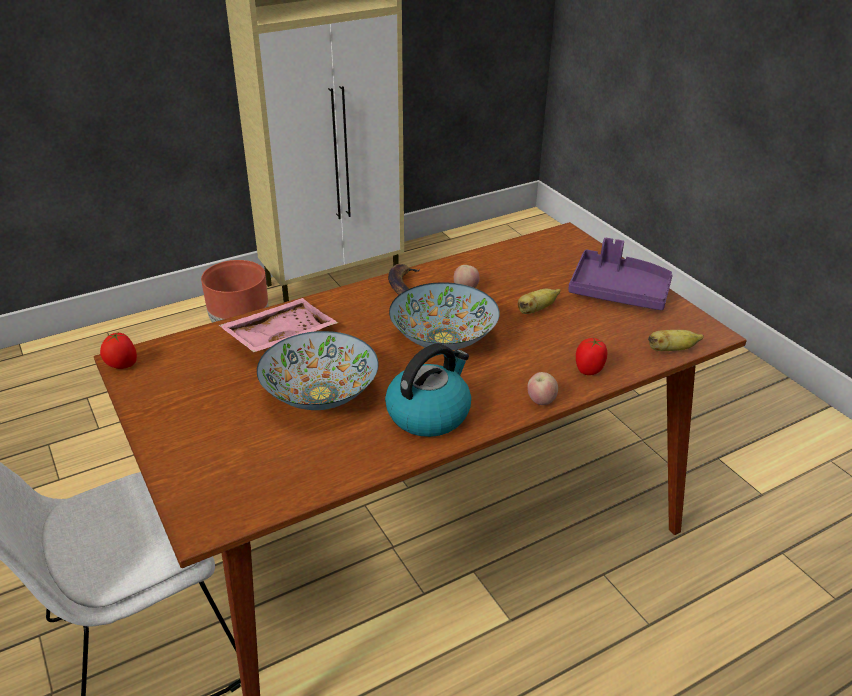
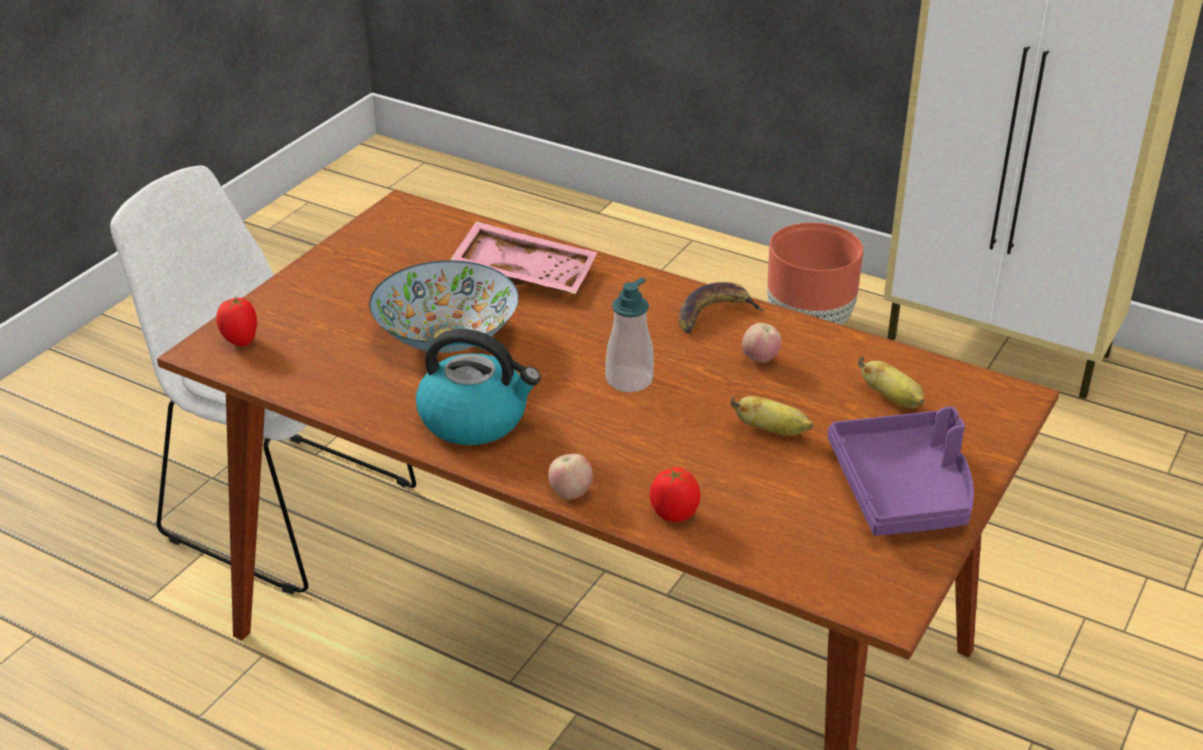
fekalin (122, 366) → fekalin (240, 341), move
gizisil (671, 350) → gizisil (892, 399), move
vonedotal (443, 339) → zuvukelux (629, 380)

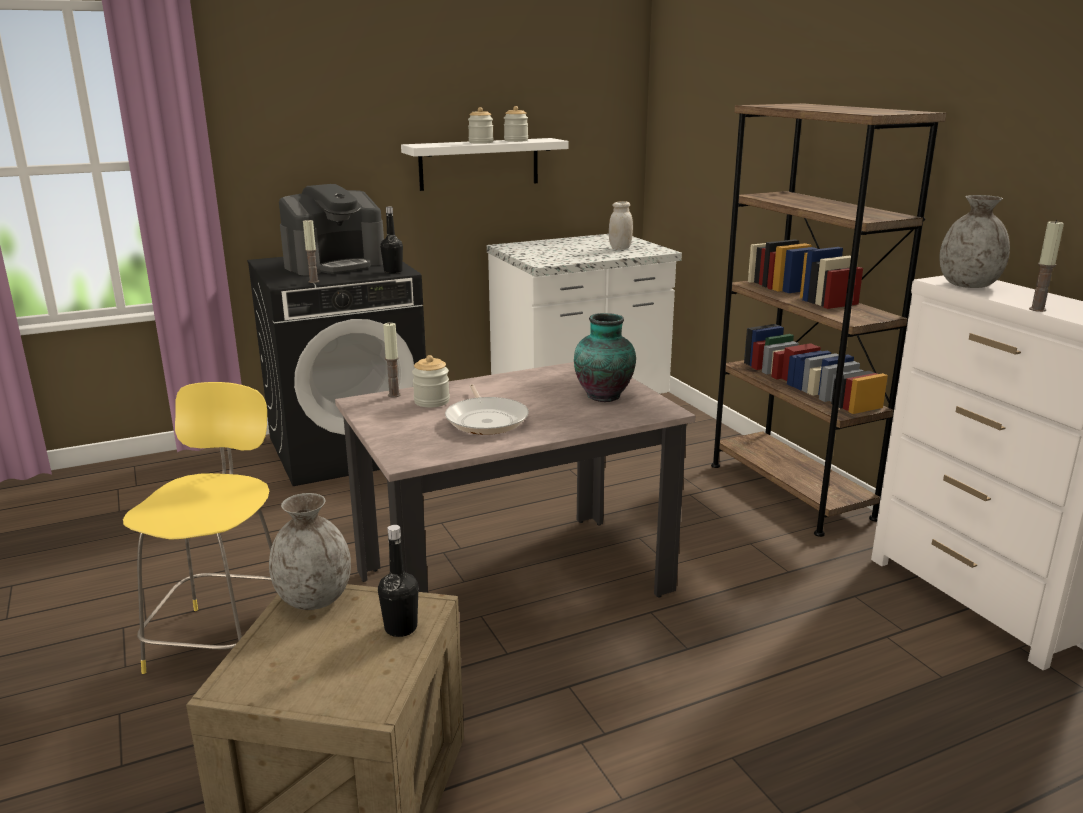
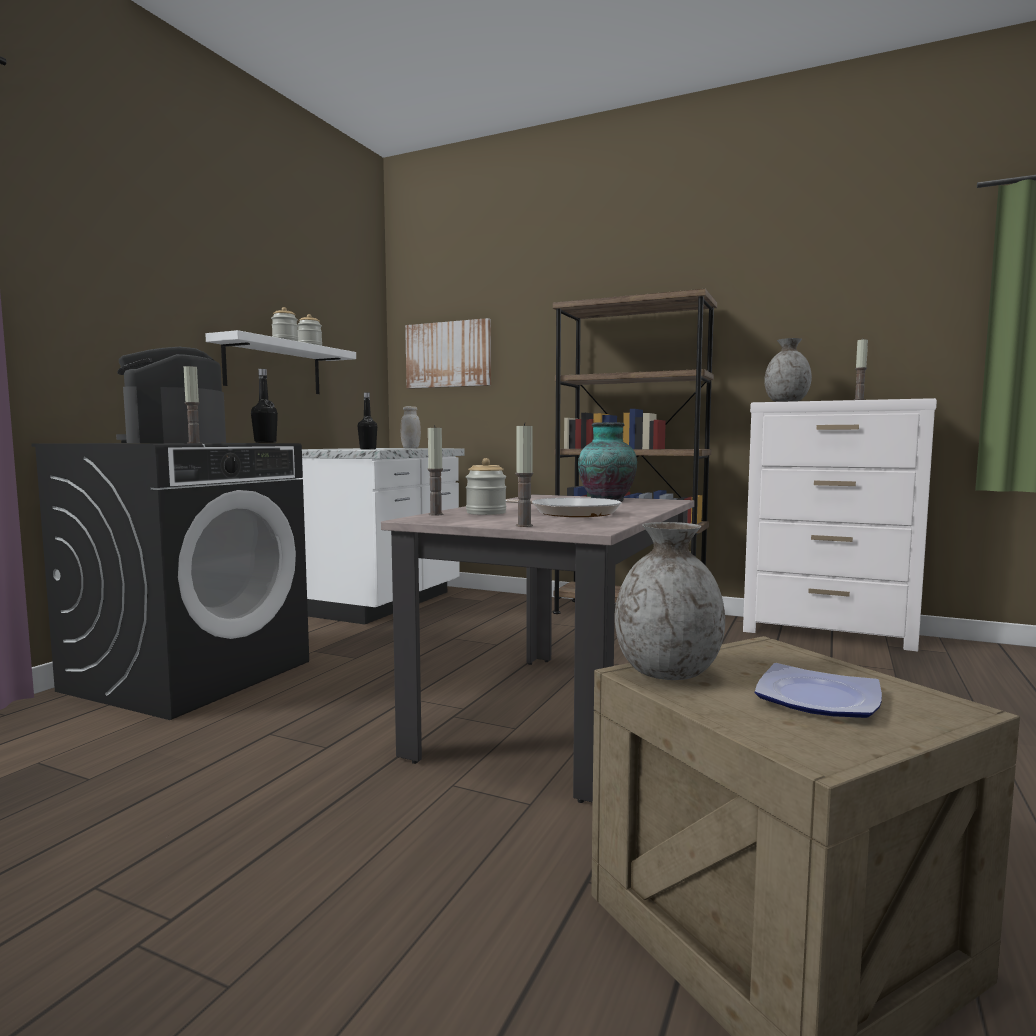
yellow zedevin (223, 639) → -
- → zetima (448, 355)
- → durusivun (524, 525)
- → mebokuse (820, 699)
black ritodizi (401, 628) → black ritodizi (368, 449), move
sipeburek (335, 264) → sipeburek (175, 442), 150 degrees clockwise

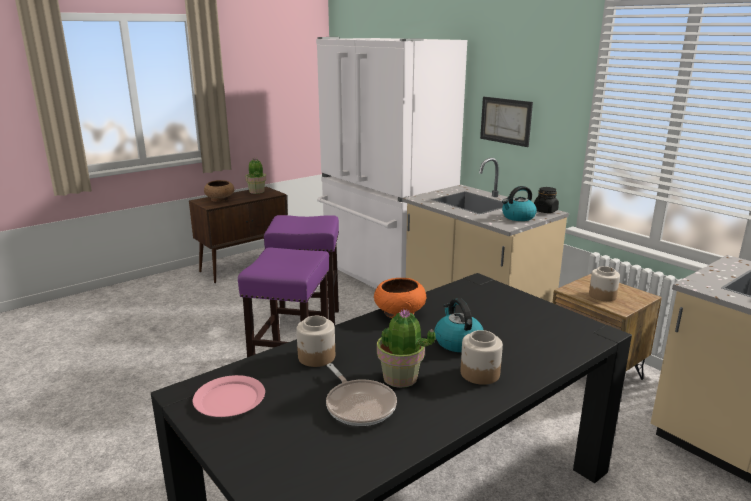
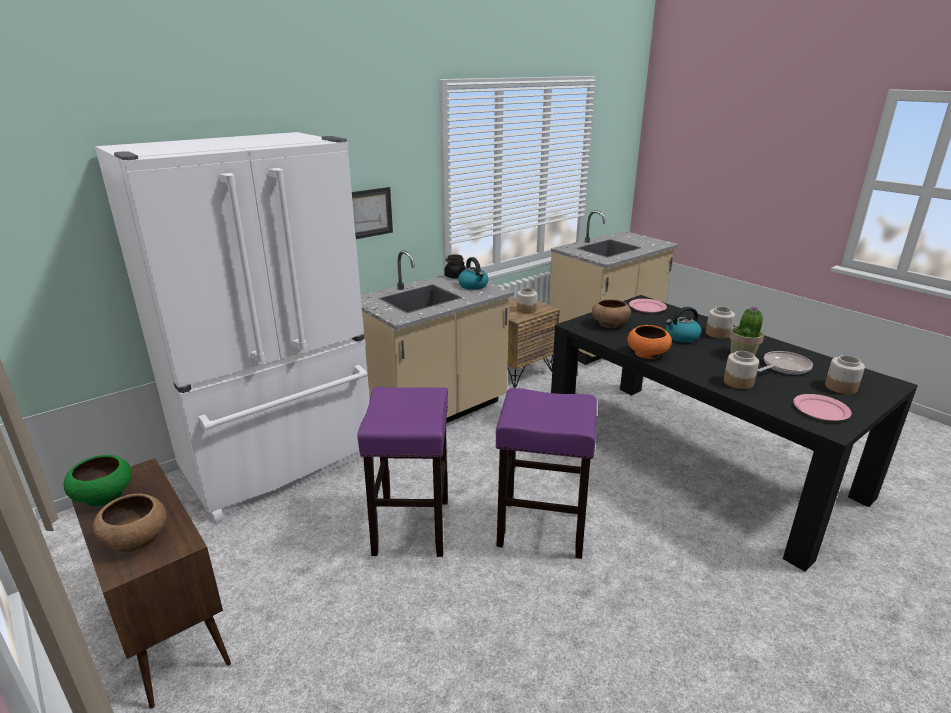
- → brown vonedotal (609, 324)
- → pink mebokuse (647, 307)
- → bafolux (840, 387)
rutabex (257, 191) → green vonedotal (104, 495)

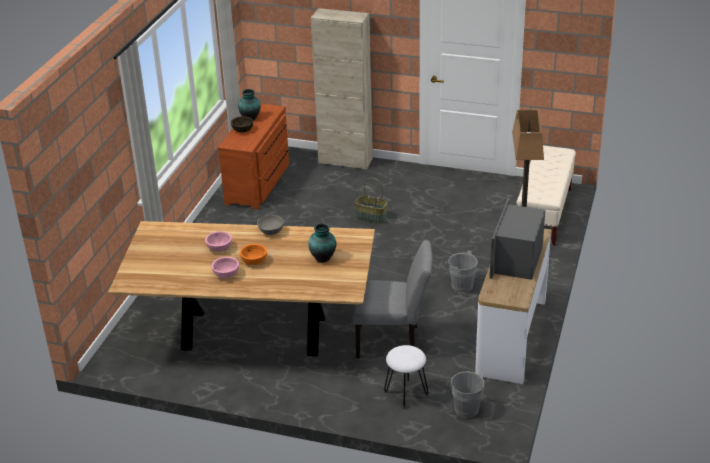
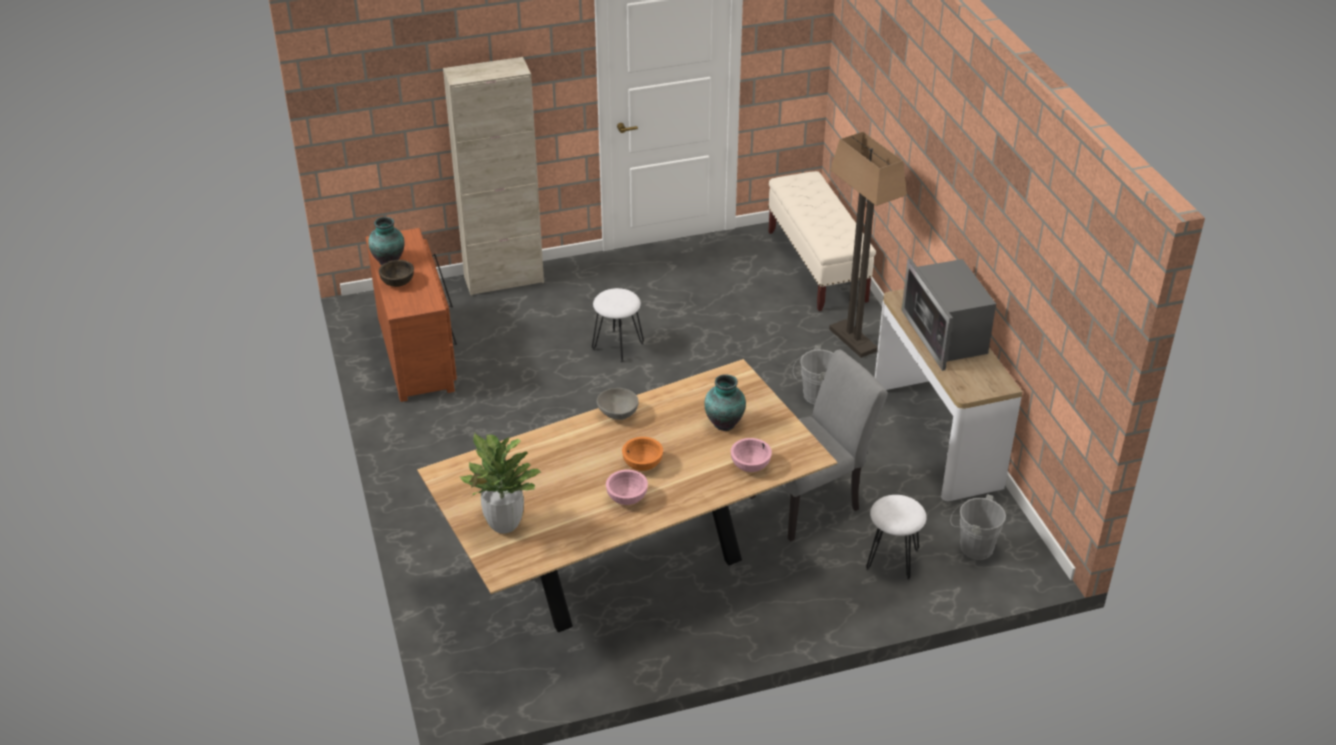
- → rutabex (504, 524)
pink vonedotal (219, 248) → pink vonedotal (750, 465), move
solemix (372, 217) → white zedevin (618, 346)

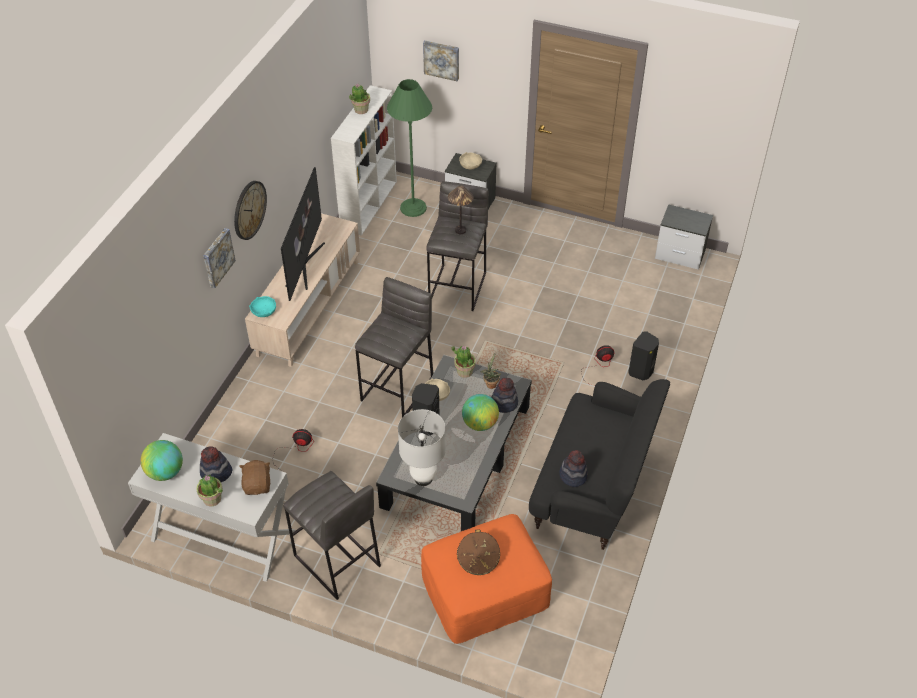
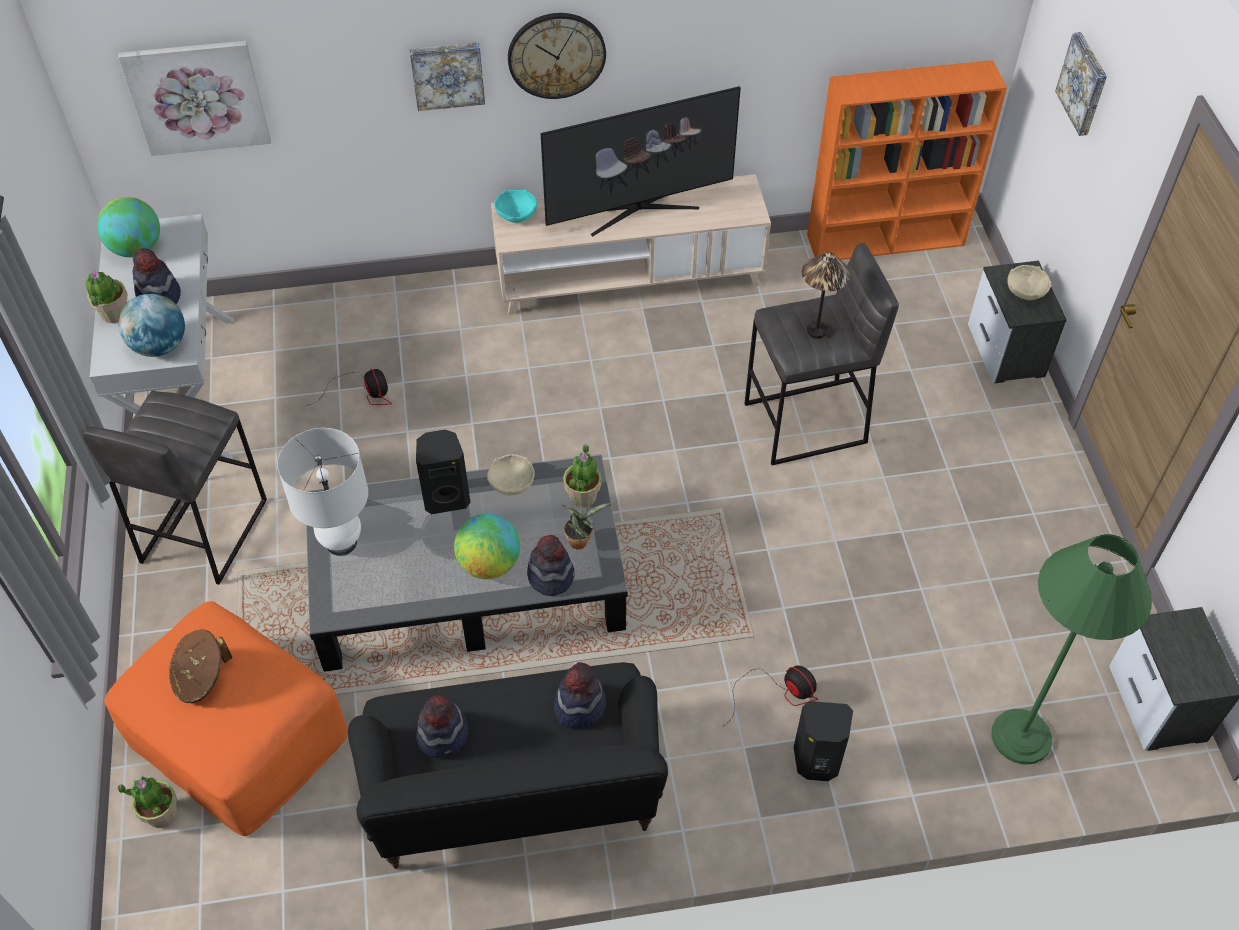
grey zedevin (398, 388) → -
- → zetima (197, 96)
- → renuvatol (579, 706)
rutabex (361, 110) → rutabex (161, 813), move
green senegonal (413, 208) → green senegonal (1021, 737), move
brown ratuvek (258, 485) → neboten (160, 346)
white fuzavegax (369, 204) → orange fuzavegax (887, 239)

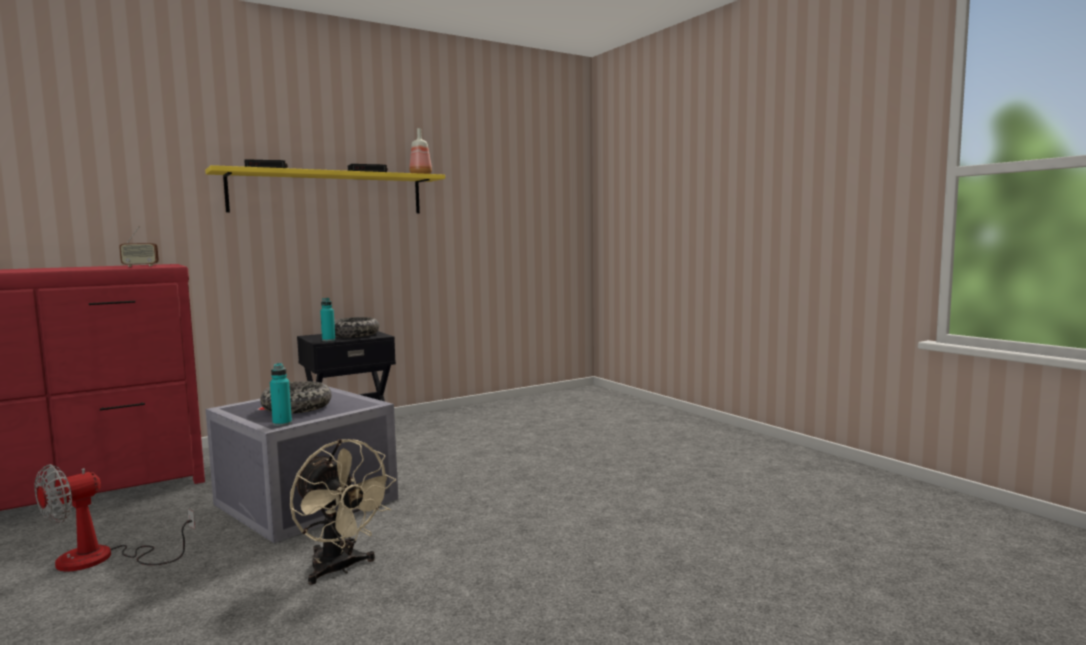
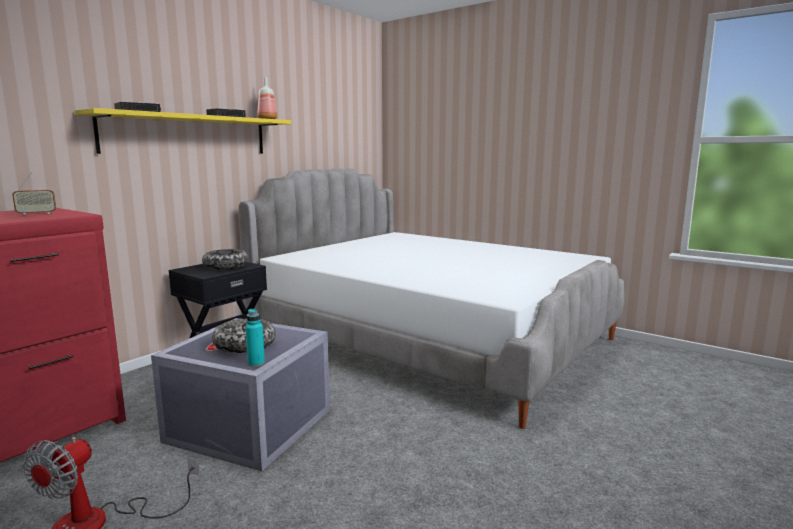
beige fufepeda (340, 569) → -
turquoise ritodizi (328, 340) → -
- → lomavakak (431, 337)

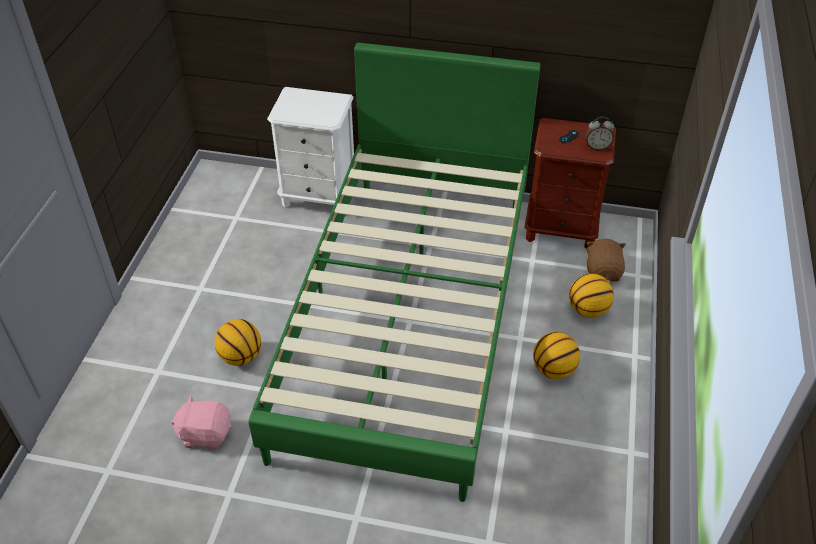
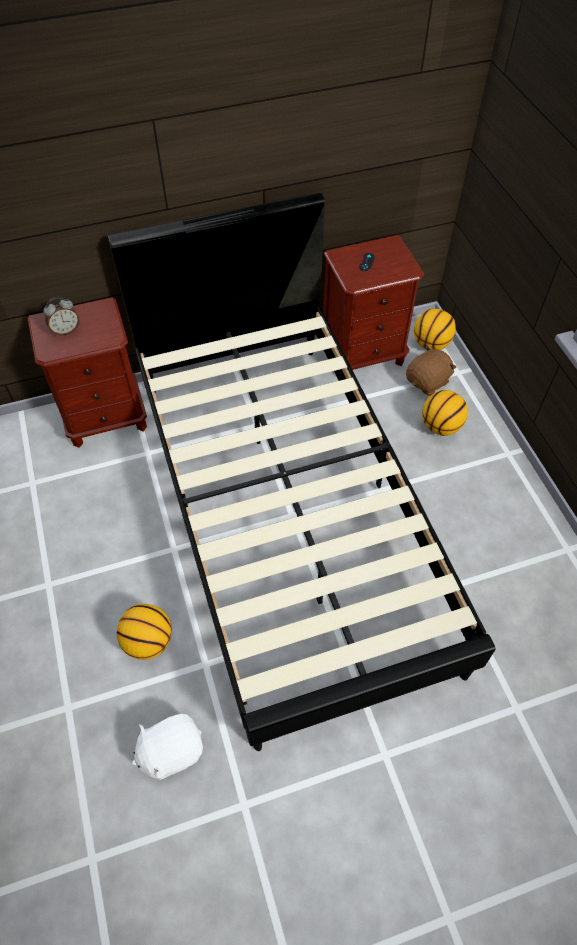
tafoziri (554, 370) → tafoziri (431, 344), move
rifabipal (597, 147) → rifabipal (66, 330), move
pink ratuvek (205, 433) → white ratuvek (171, 751)
green lomavakak (408, 318) → black lomavakak (288, 513)
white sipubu (318, 195) → brown sipubu (106, 418)
brown ratuvek (603, 272) → brown ratuvek (428, 382), 75 degrees clockwise

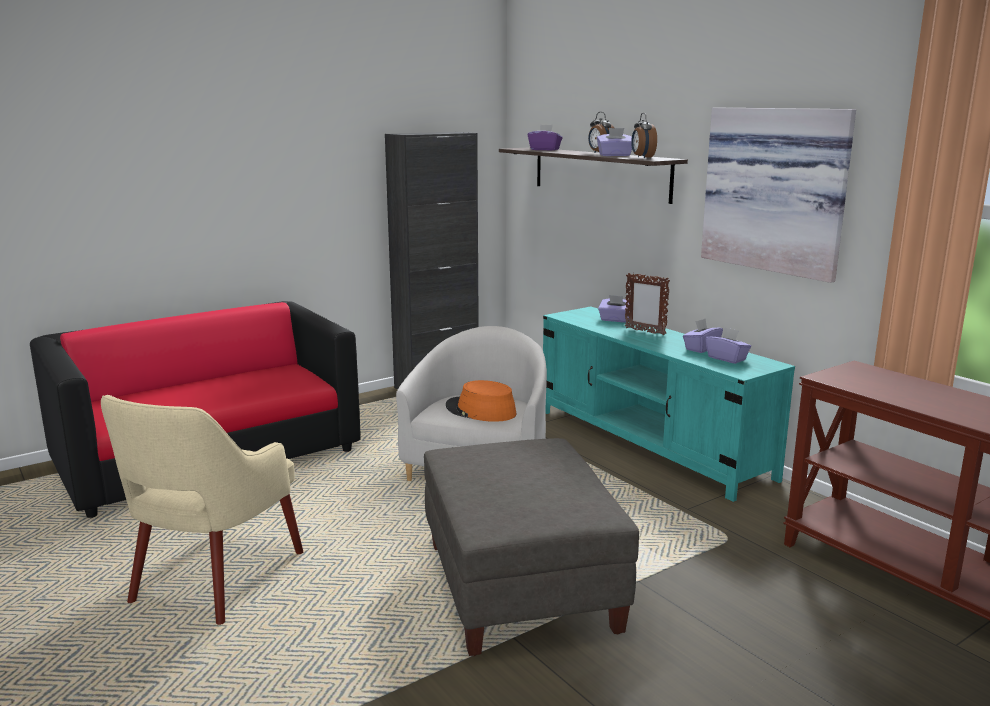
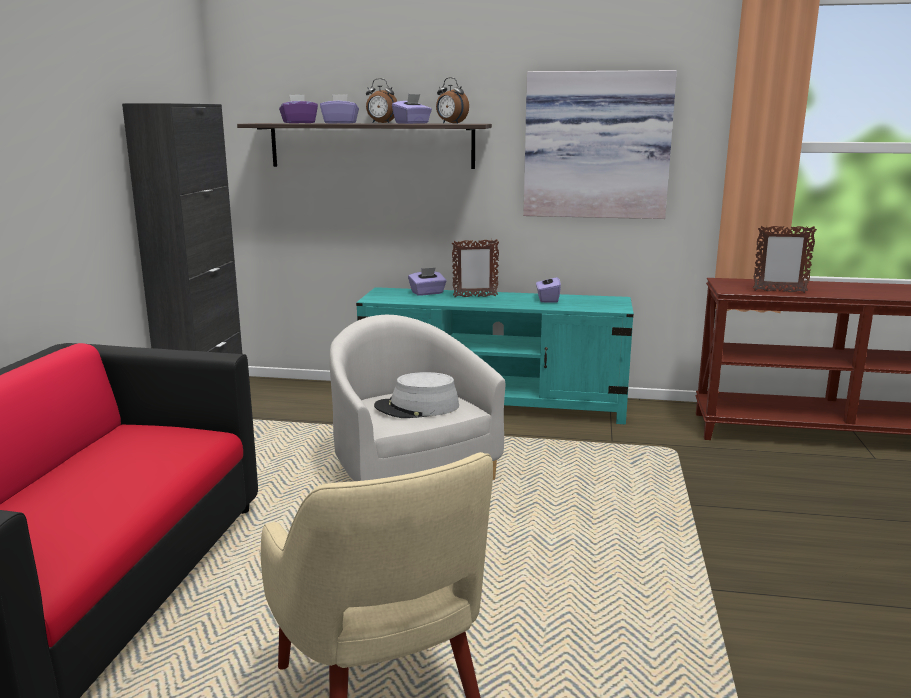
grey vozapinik (520, 587) → -
- → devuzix (779, 291)
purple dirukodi (727, 358) → purple dirukodi (340, 123), move
orange renuvatol (480, 410) → grey renuvatol (417, 407)

